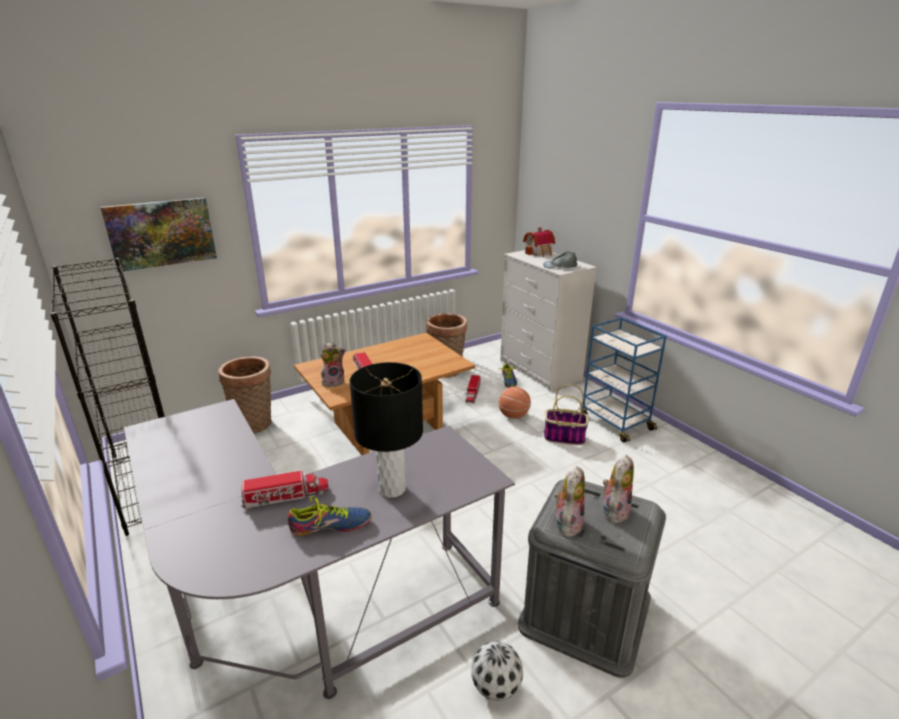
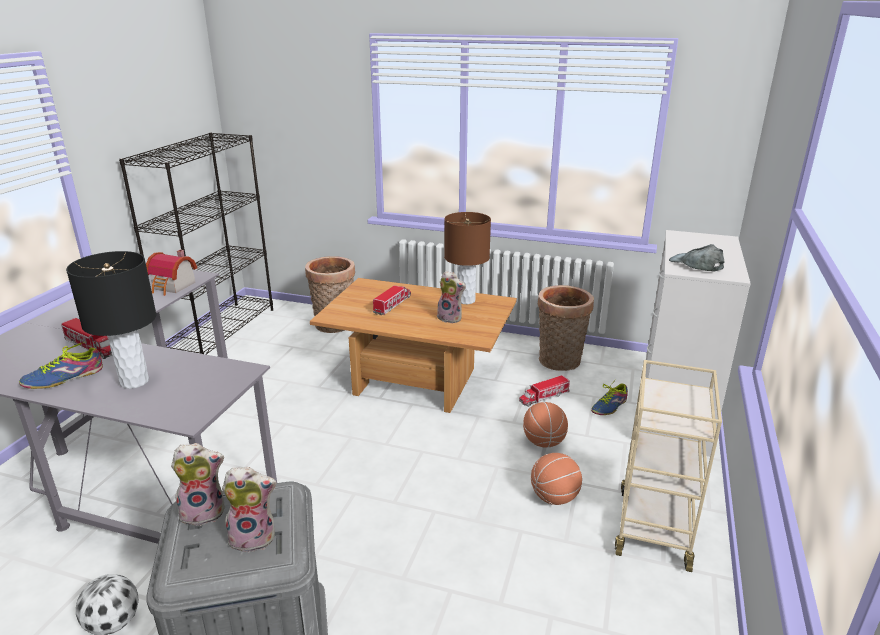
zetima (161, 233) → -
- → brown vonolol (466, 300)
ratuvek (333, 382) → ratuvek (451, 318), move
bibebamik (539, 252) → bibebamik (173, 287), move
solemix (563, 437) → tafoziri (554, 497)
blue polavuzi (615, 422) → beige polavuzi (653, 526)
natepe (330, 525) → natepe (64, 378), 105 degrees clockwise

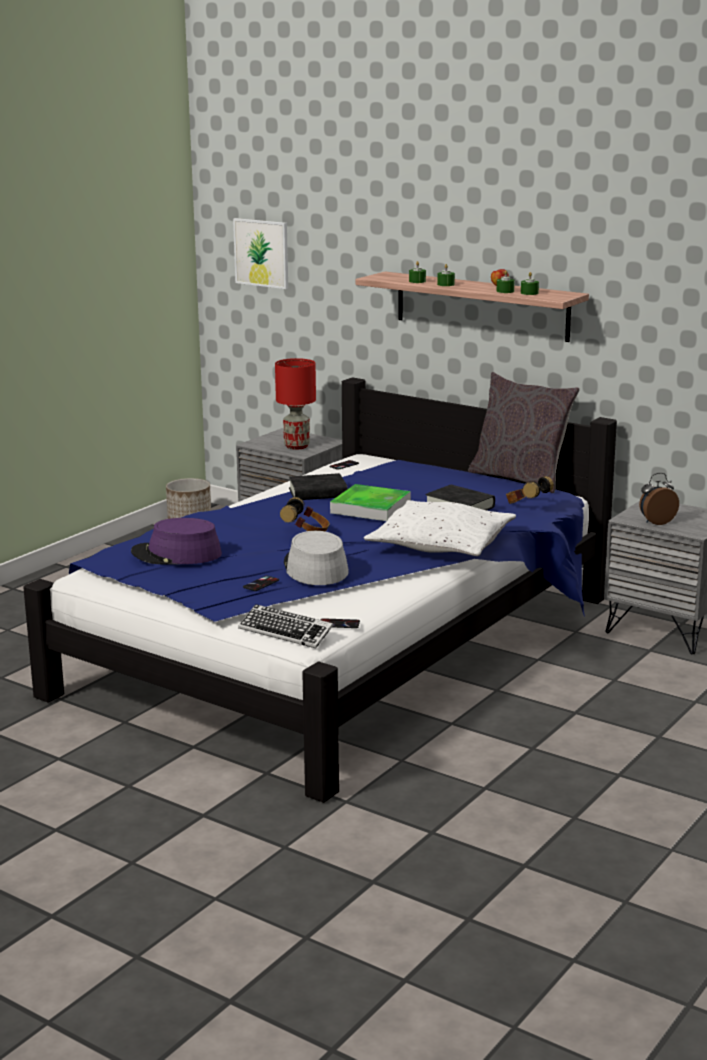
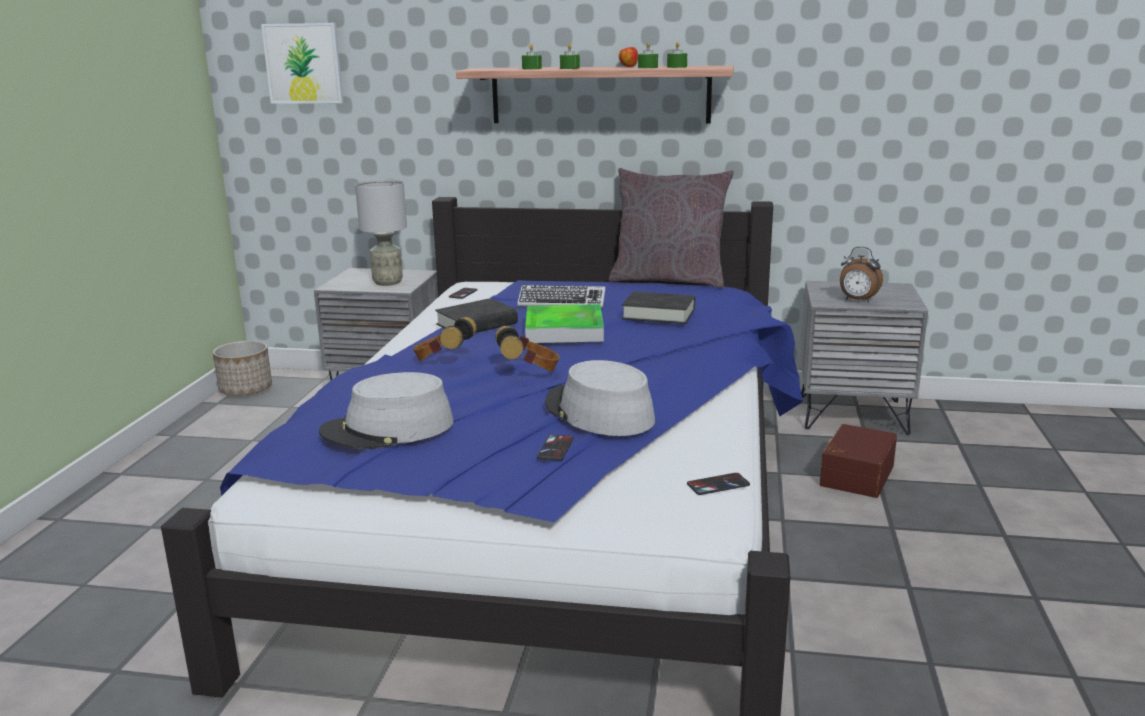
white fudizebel (441, 544) → -
- → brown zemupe (854, 475)
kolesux (285, 632) → kolesux (561, 302), move
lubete (526, 506) → lubete (443, 361), move
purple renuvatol (176, 554) → grey renuvatol (388, 429)
red vonolol (296, 446) → grey vonolol (387, 282)
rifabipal (656, 522) → rifabipal (857, 300), 105 degrees counterclockwise

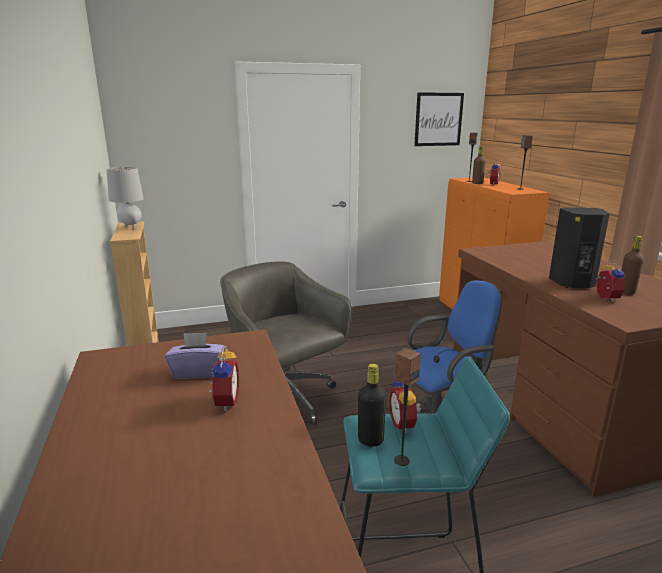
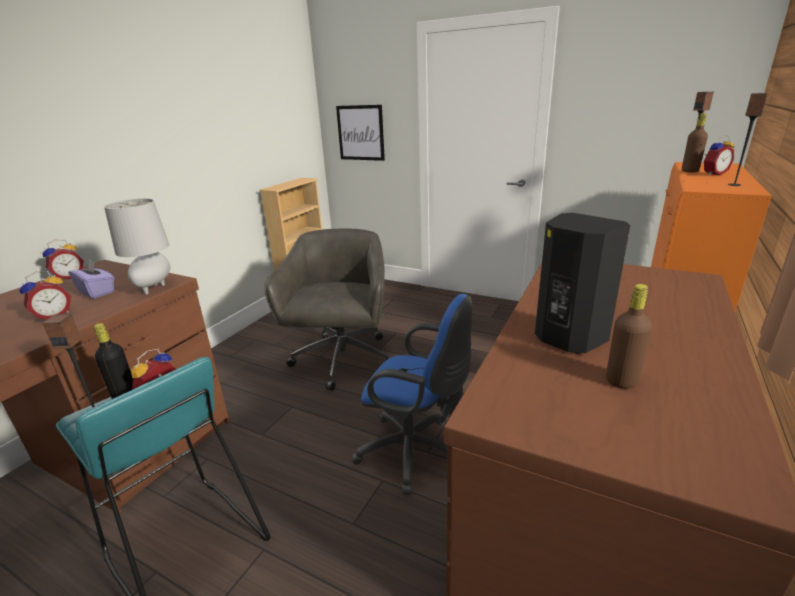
grey vonolol (130, 227) → grey vonolol (154, 288), move
zetima (438, 119) → zetima (360, 133), move
rifabipal (605, 298) → rifabipal (69, 277), move

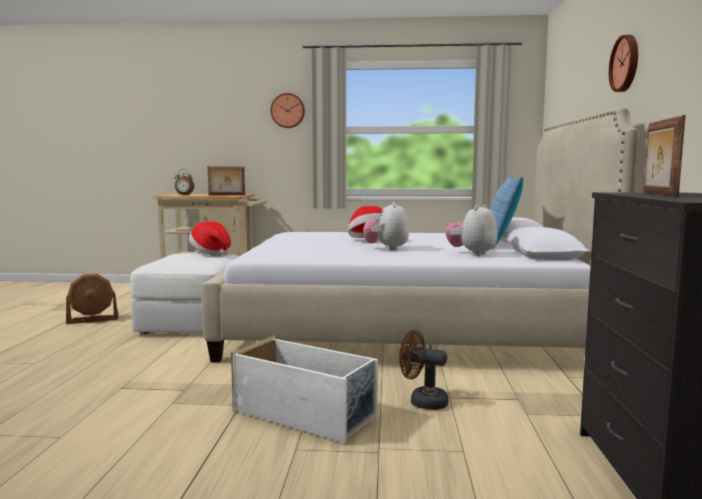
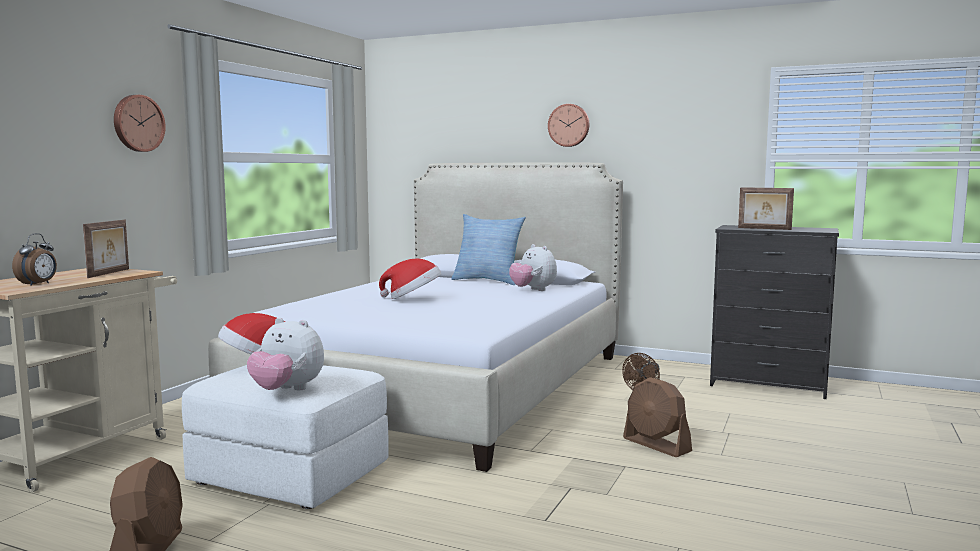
ratuvek (386, 249) → ratuvek (287, 390), move
white zemupe (306, 414) → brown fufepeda (656, 445)

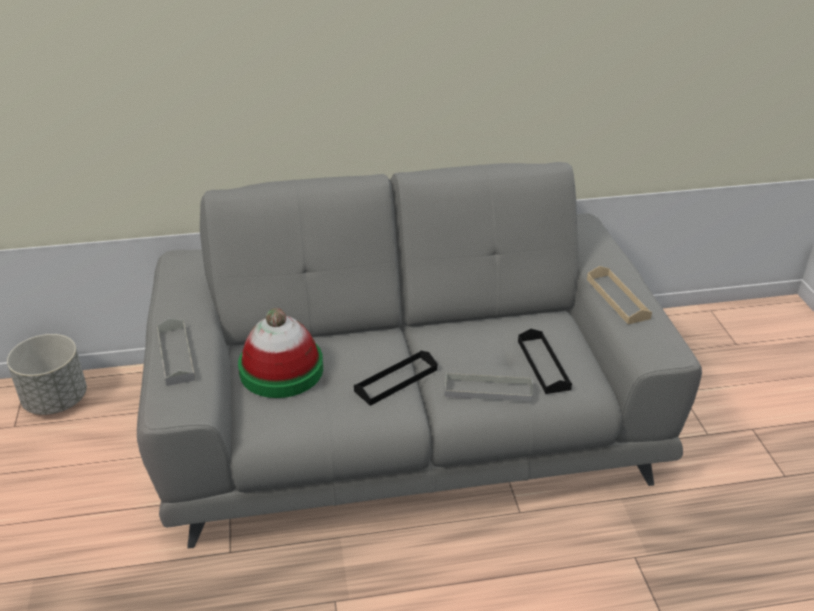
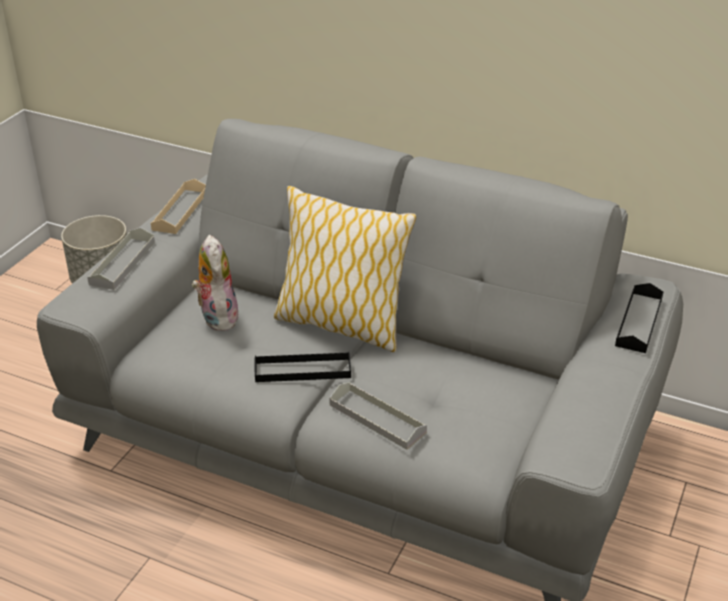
- → fudizebel (341, 324)
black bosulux (543, 365) → black bosulux (639, 322), move
beige bosulux (617, 298) → beige bosulux (180, 211), move
renuvatol (281, 370) → ratuvek (216, 316)

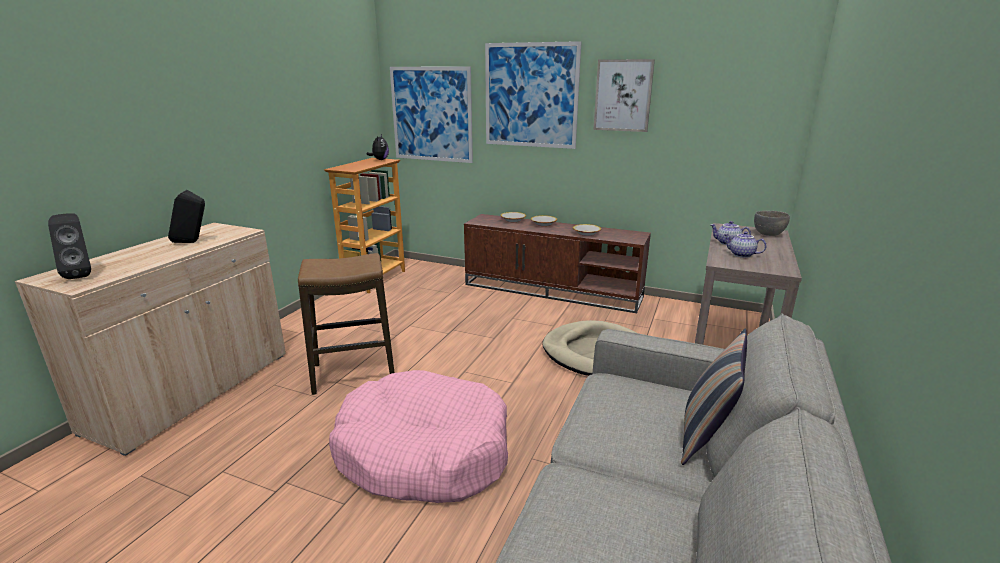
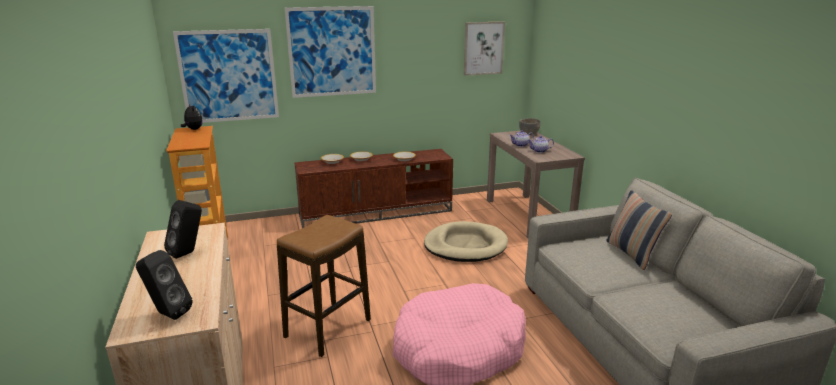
zetima (623, 95) → zetima (483, 48), move

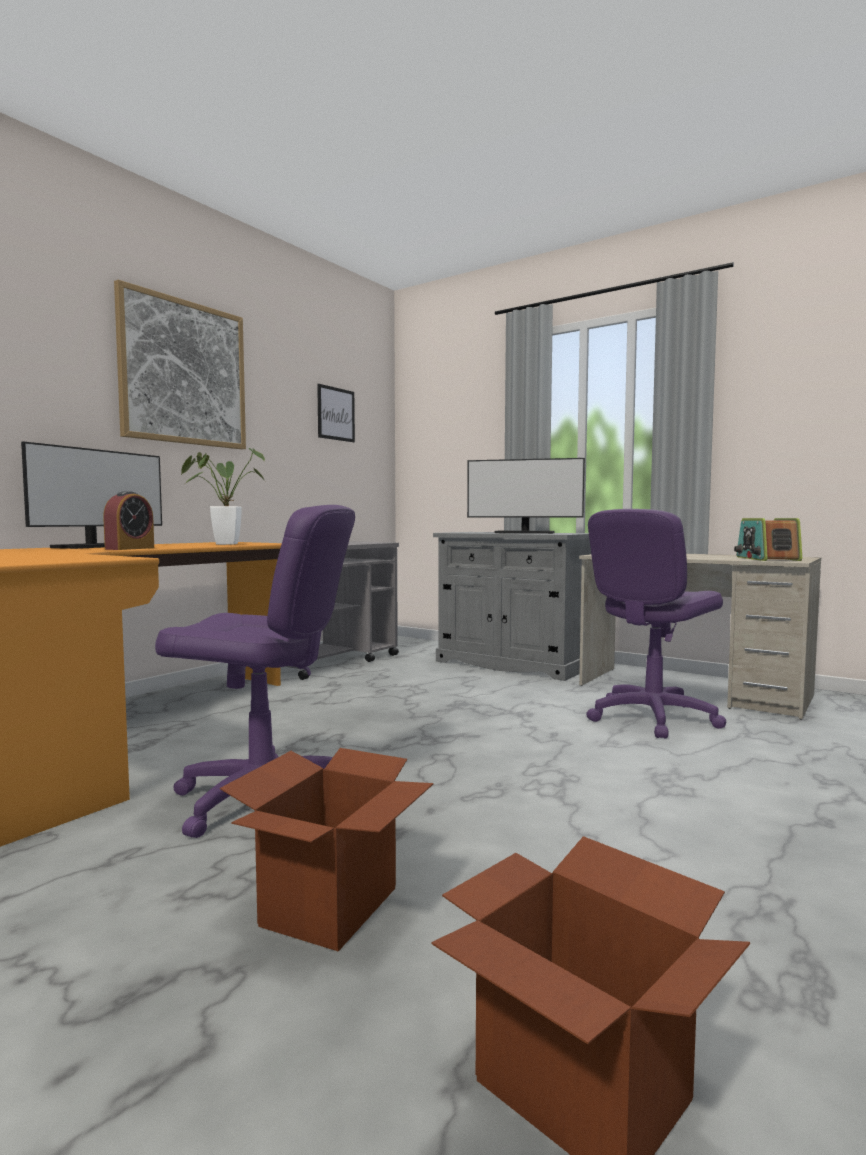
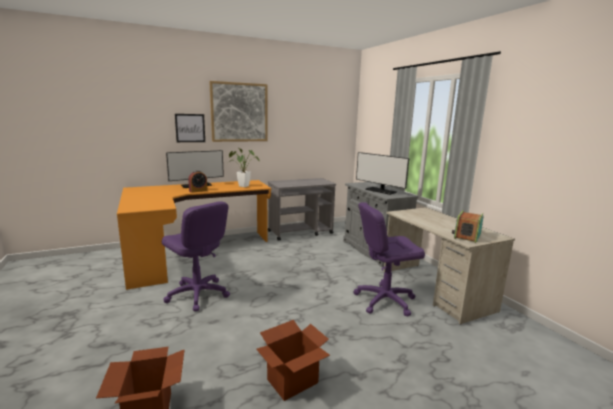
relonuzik (330, 907) → relonuzik (292, 381), move
zetima (336, 414) → zetima (190, 128), move

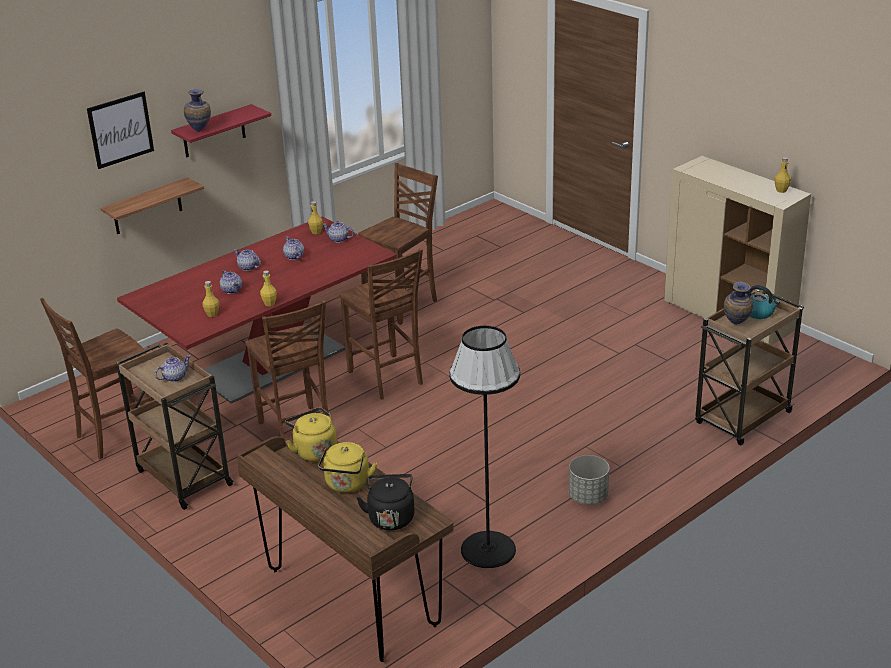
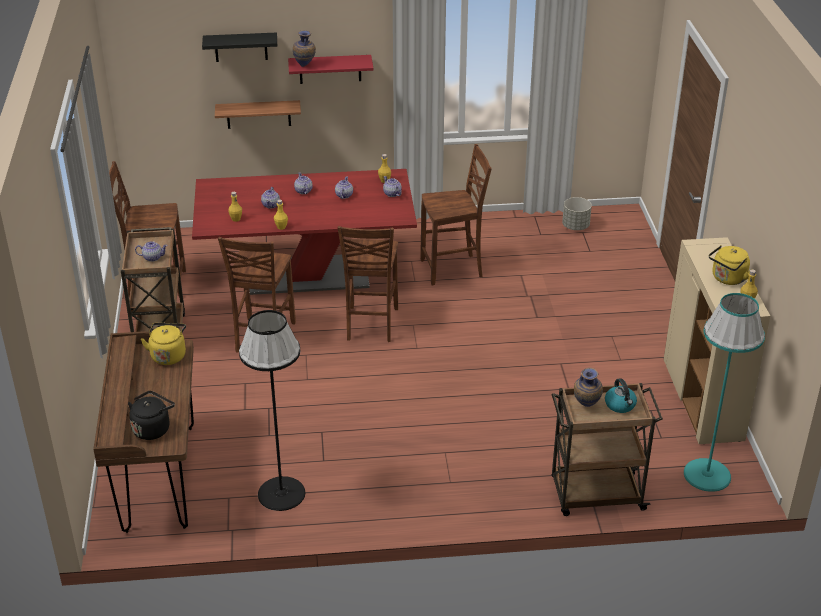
- → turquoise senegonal (707, 475)
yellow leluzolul (347, 485) → yellow leluzolul (727, 279), move
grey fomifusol (588, 496) → grey fomifusol (575, 226), move
zetima (120, 129) → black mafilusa (241, 47)

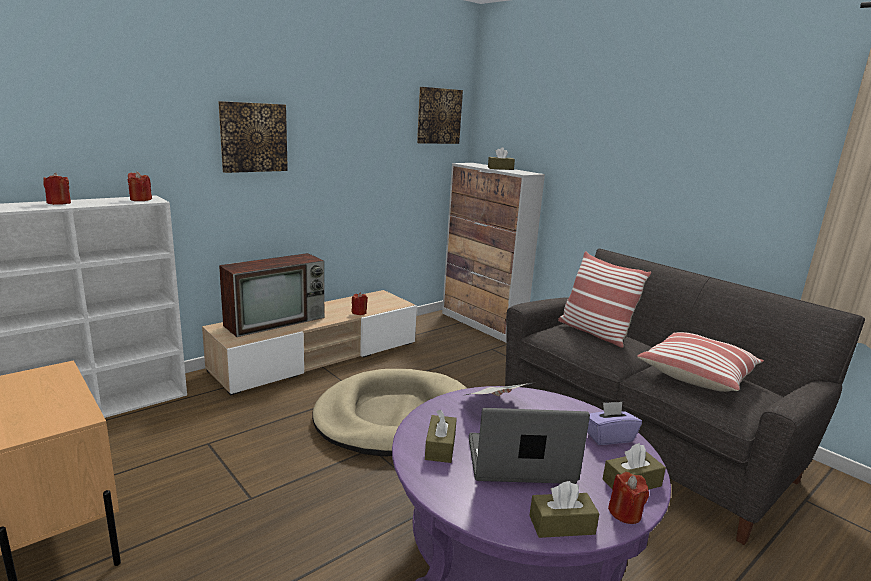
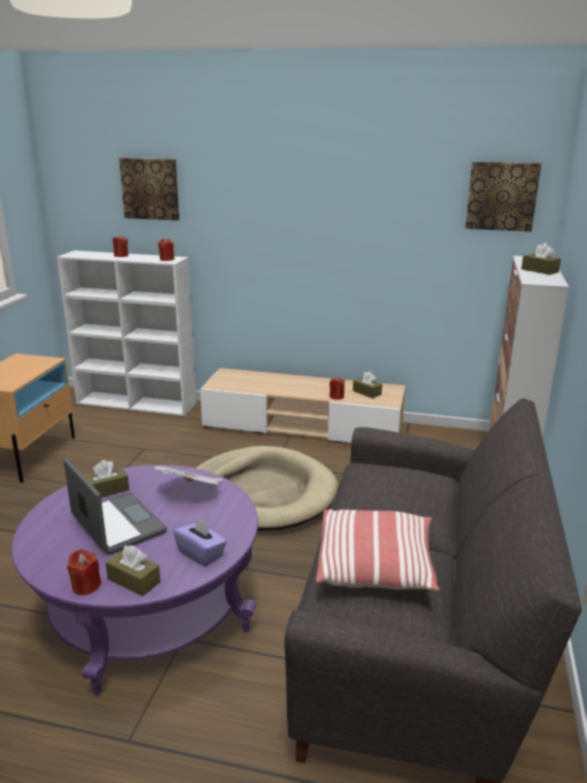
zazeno (276, 321) → -
fudizebel (594, 332) → -
zetima (253, 137) → zetima (150, 189), move
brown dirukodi (561, 525) → brown dirukodi (367, 392), move

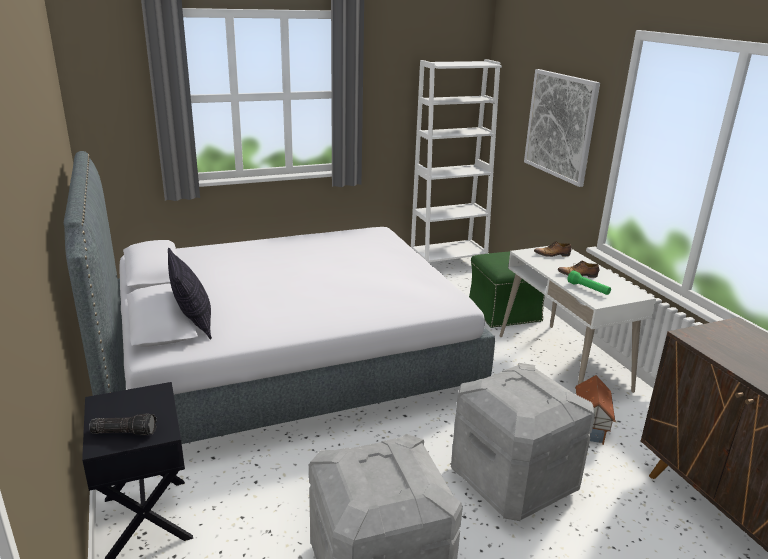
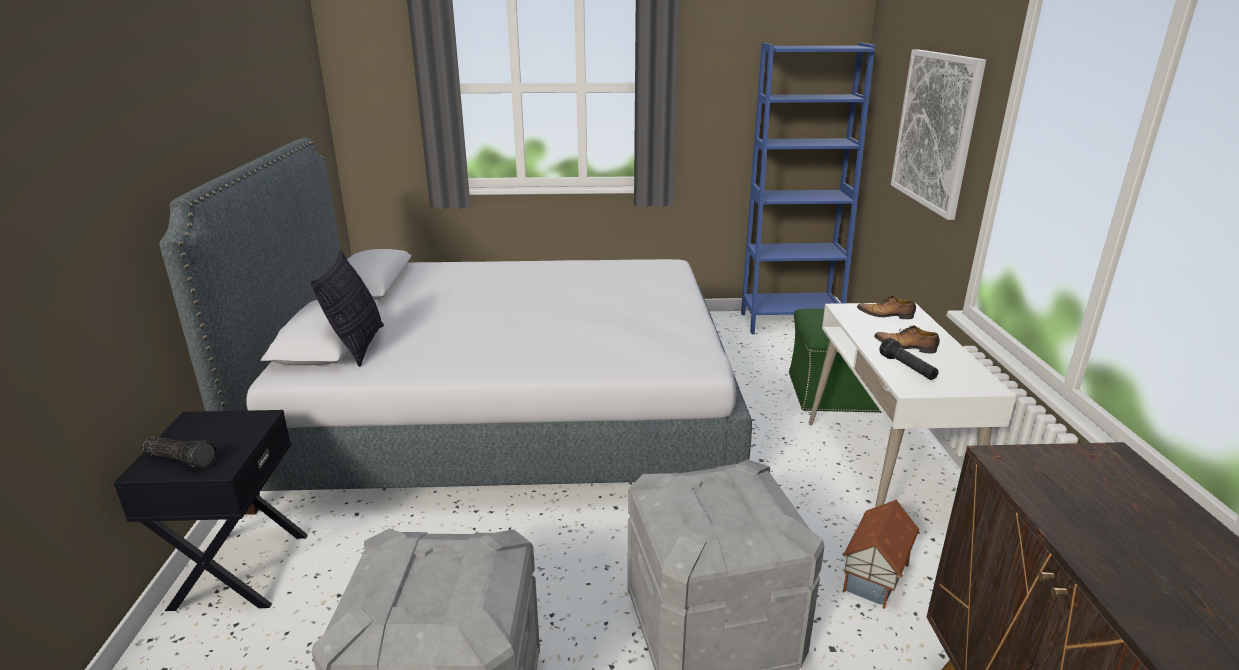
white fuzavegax (448, 264) → blue fuzavegax (790, 322)
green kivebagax (588, 289) → black kivebagax (907, 368)

